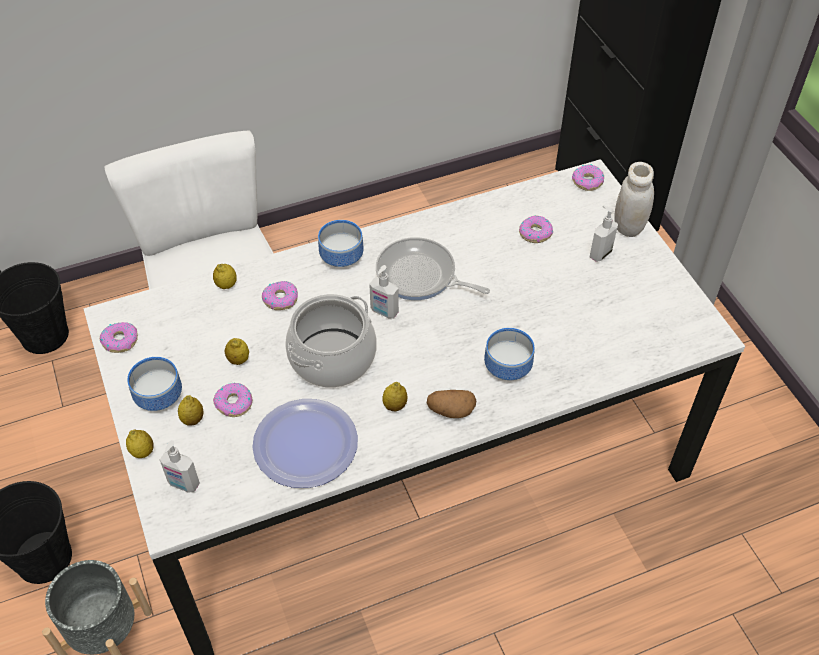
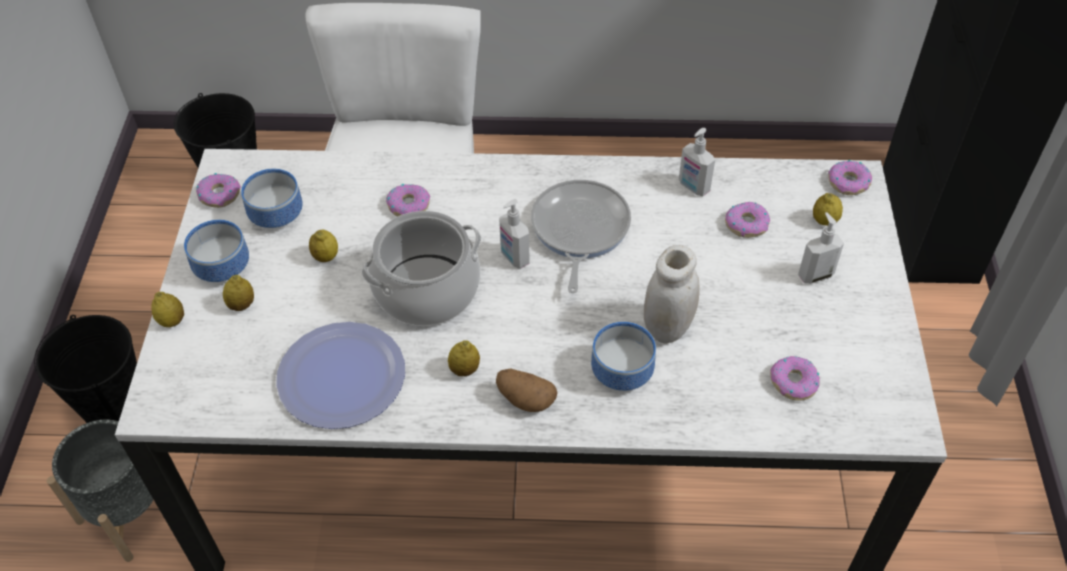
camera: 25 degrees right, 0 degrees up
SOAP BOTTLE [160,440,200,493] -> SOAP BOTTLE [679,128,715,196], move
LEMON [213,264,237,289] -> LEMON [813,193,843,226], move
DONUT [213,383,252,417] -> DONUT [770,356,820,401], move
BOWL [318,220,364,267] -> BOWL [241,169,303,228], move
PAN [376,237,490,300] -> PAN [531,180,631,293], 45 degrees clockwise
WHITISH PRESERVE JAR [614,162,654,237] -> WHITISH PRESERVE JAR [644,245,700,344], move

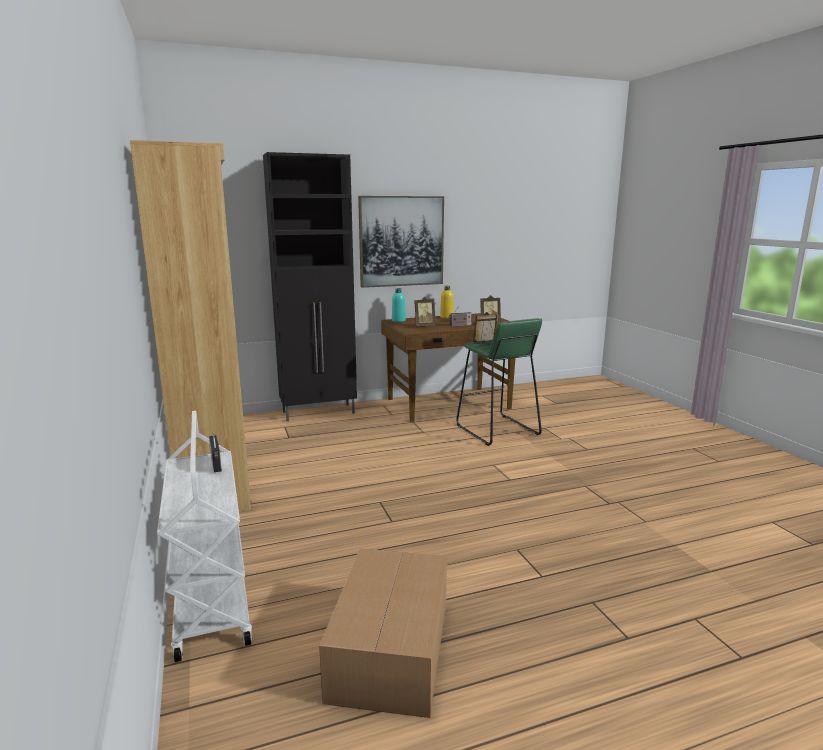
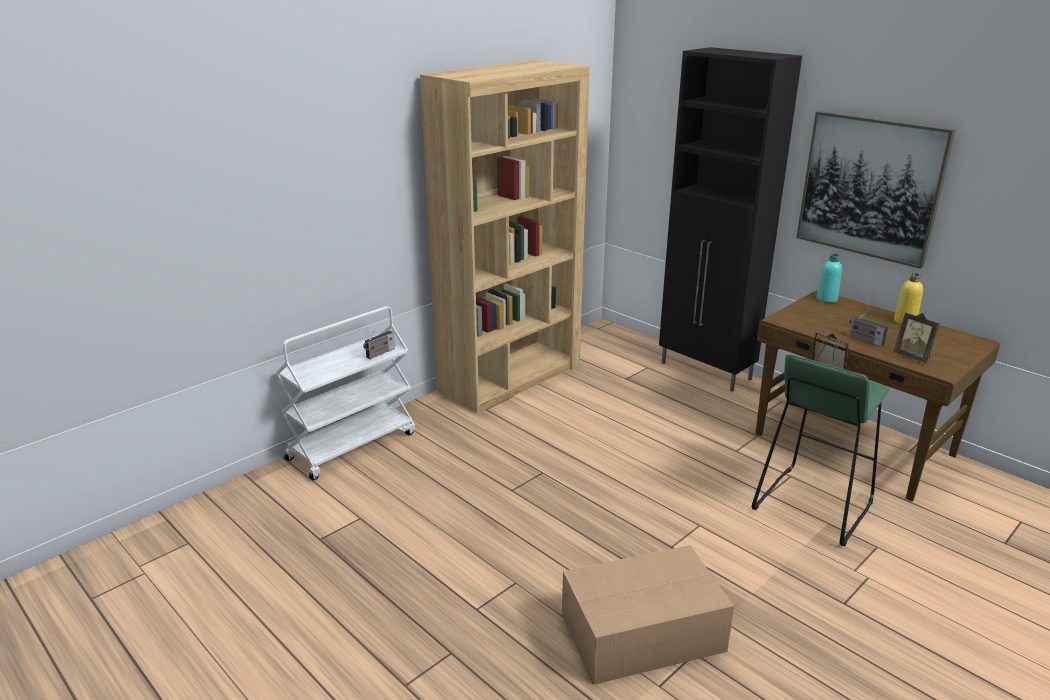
camera: 65 degrees right, 10 degrees up
CARTON [319,549,447,718] -> CARTON [562,545,734,685], move
STANDING FRAME [414,297,436,326] -> none

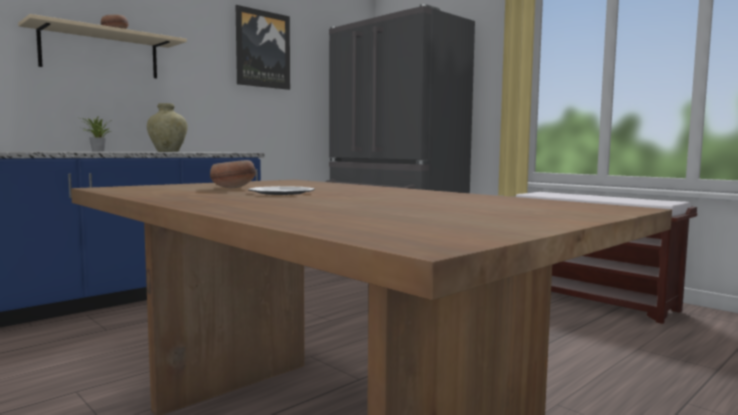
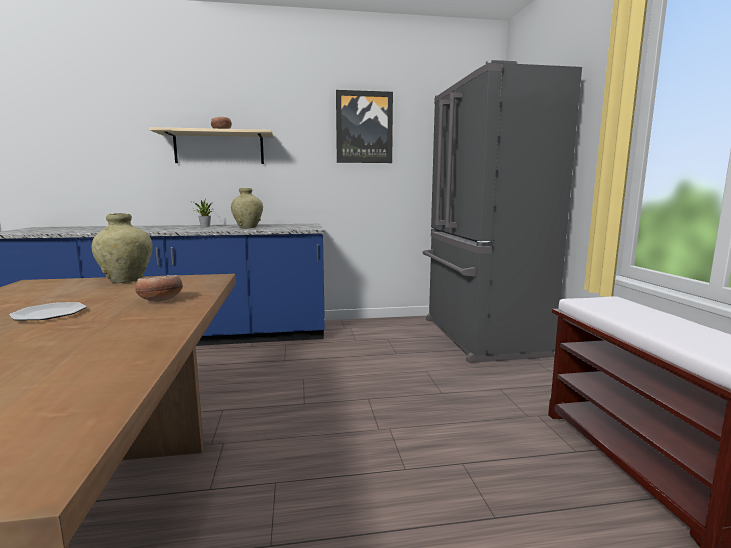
camera: 35 degrees right, 5 degrees up
BOWL [210,160,256,188] -> BOWL [136,275,183,302], move
none -> BEIGE-COLOURED DECORATIVE VASE [92,213,153,283]

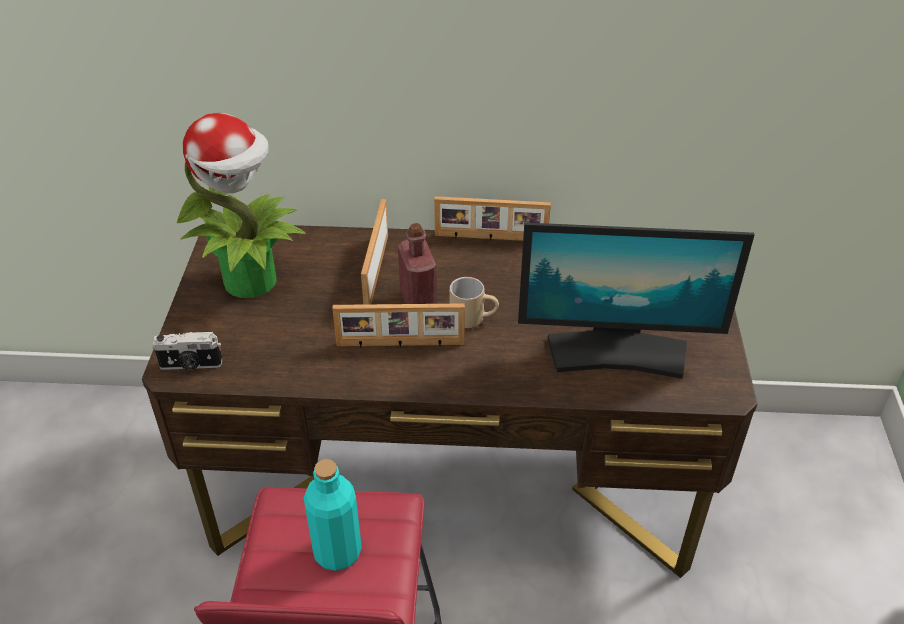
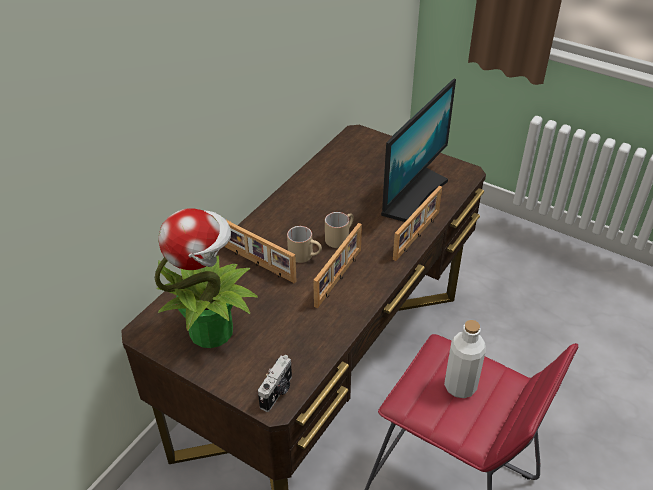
camera: 60 degrees left, 0 degrees up
TURQUOISE-COLOURED BOTTLE [304,459,362,571] -> WHITISH BOTTLE [444,320,486,398]
RED-COLOURED BOTTLE [398,223,437,304] -> BEIGE-COLOURED COFFEE MUG [287,226,322,263]
STANDING FRAME [434,196,551,241] -> STANDING FRAME [393,186,442,261], move

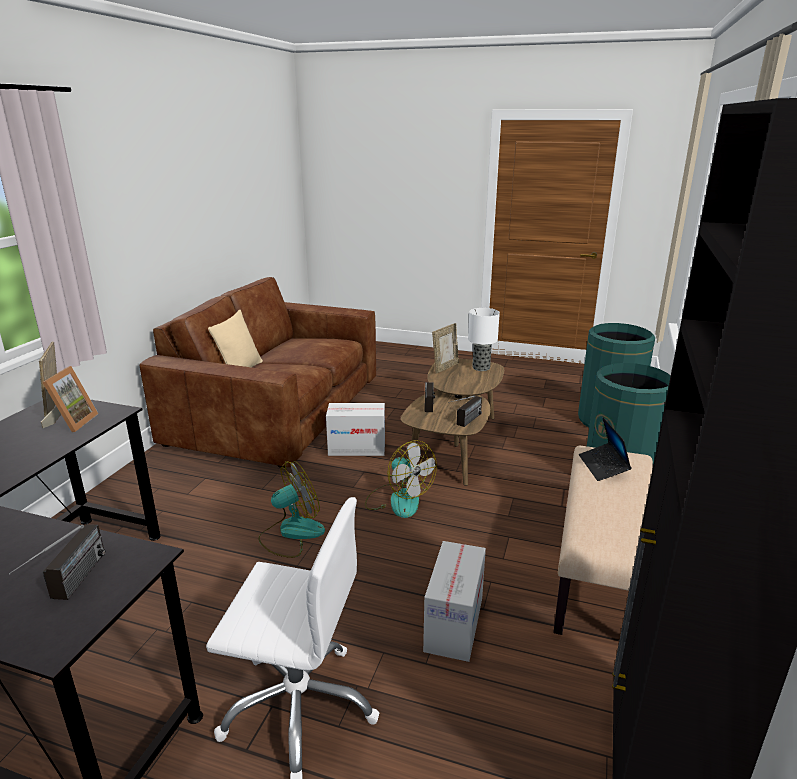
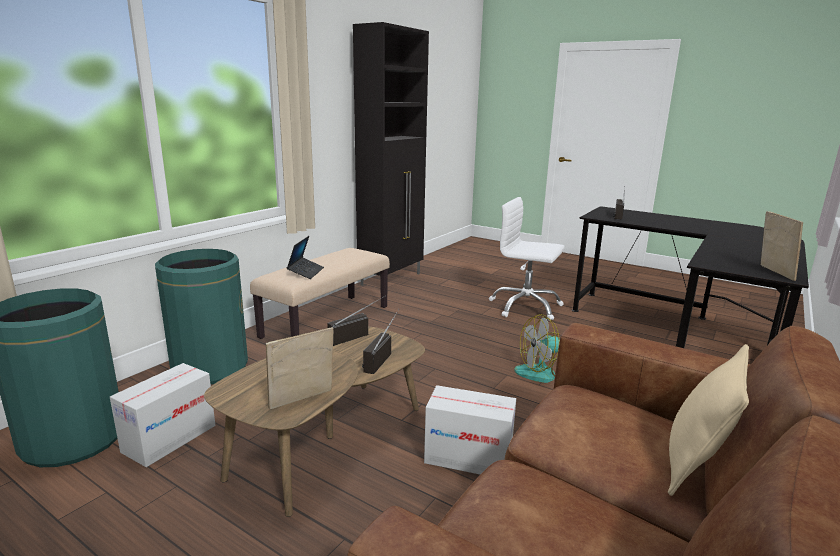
camera: 165 degrees left, 5 degrees down
STANDING FRAME [41,366,98,432] -> none
ELECTRIC FAN [365,440,437,518] -> none
CARTON [423,541,486,662] -> CARTON [110,363,215,467], move
TABLETOP LAMP [468,308,500,371] -> none

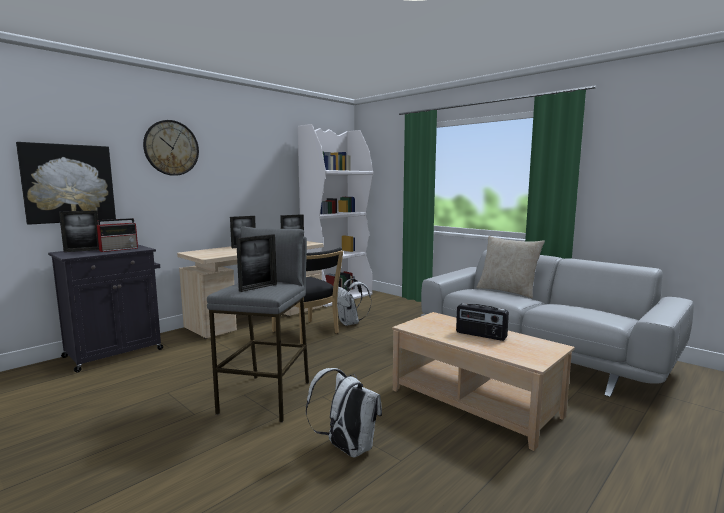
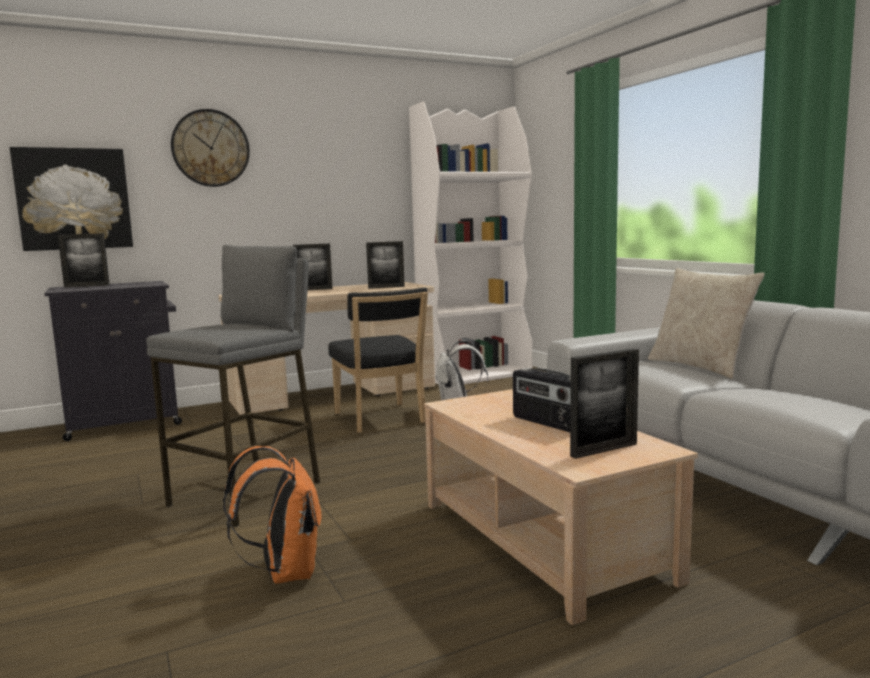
camera: 20 degrees right, 0 degrees up
RADIO RECEIVER [97,218,138,252] -> none
STANDING FRAME [236,234,277,292] -> STANDING FRAME [570,348,639,459], move
WHITISH KNAPSACK [306,368,382,458] -> ORANGE KNAPSACK [223,446,321,584]

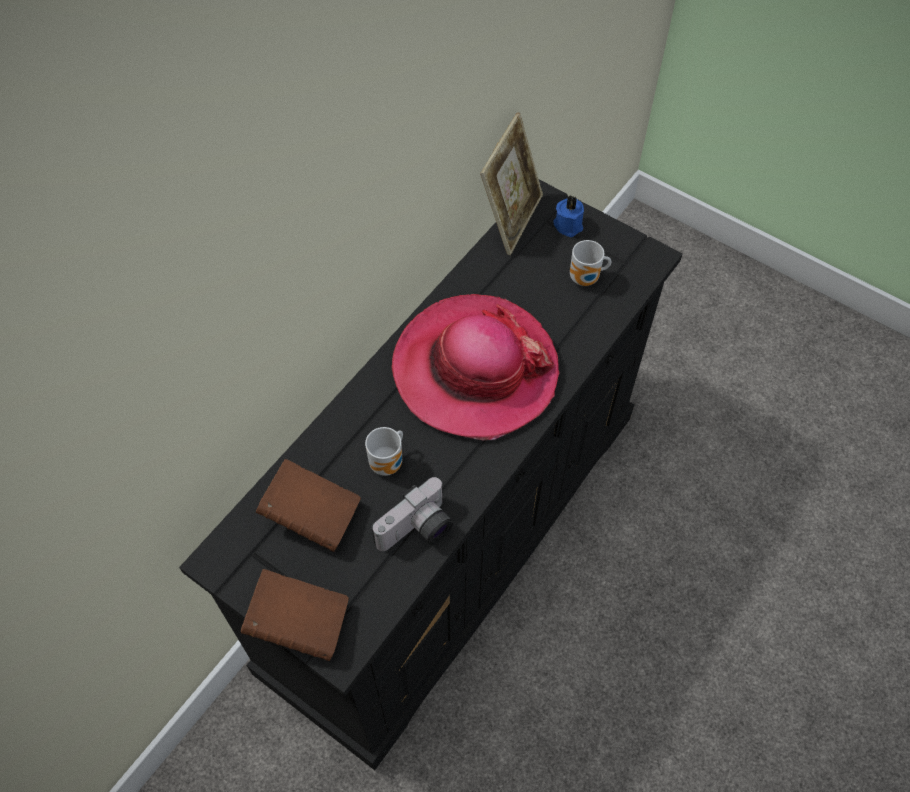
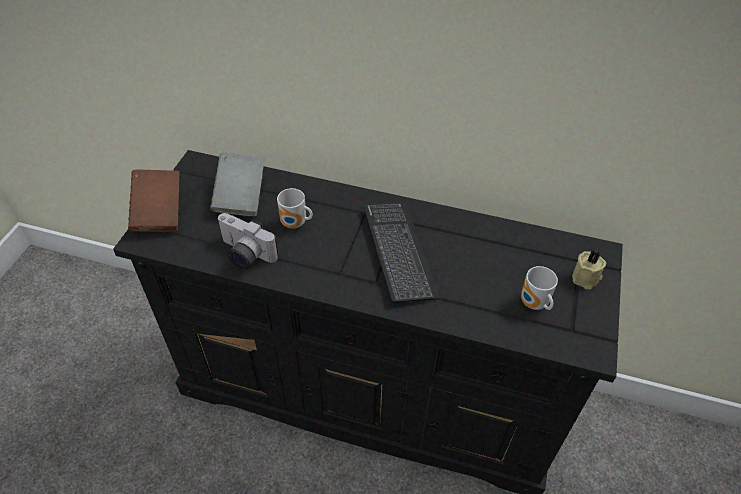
camera: 70 degrees right, 10 degrees down
BROWN BOOK [256,459,361,552] -> GREY BOOK [210,152,265,216]
WEARABLE HAT [391,294,559,440] -> COMPUTER KEYBOARD [364,203,440,303]
STANDING FRAME [480,112,543,255] -> none
BLUE WAX LIGHT [553,196,584,237] -> BEIGE-COLOURED WAX LIGHT [572,251,606,290]

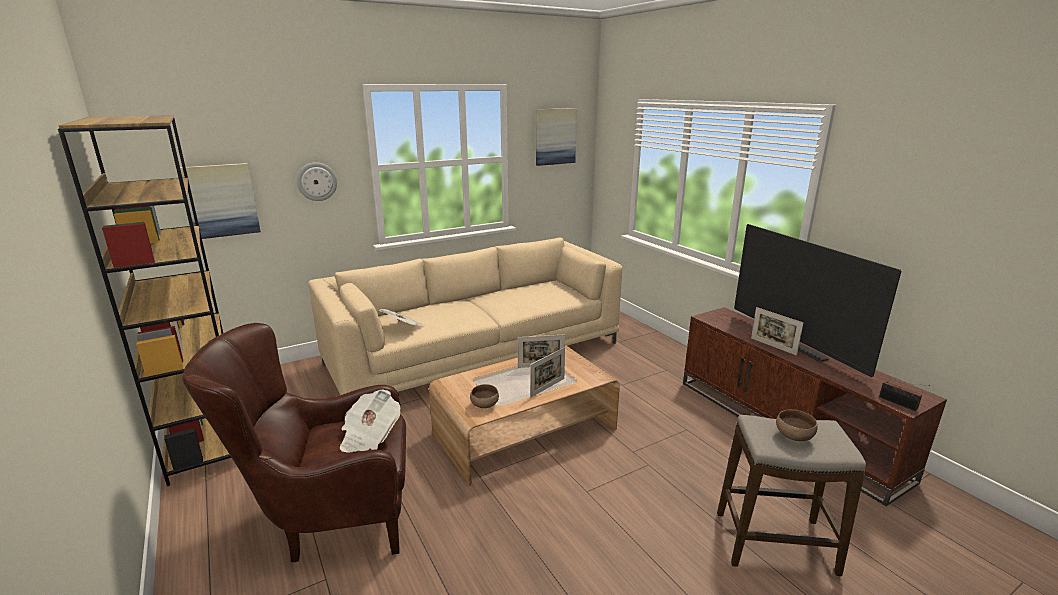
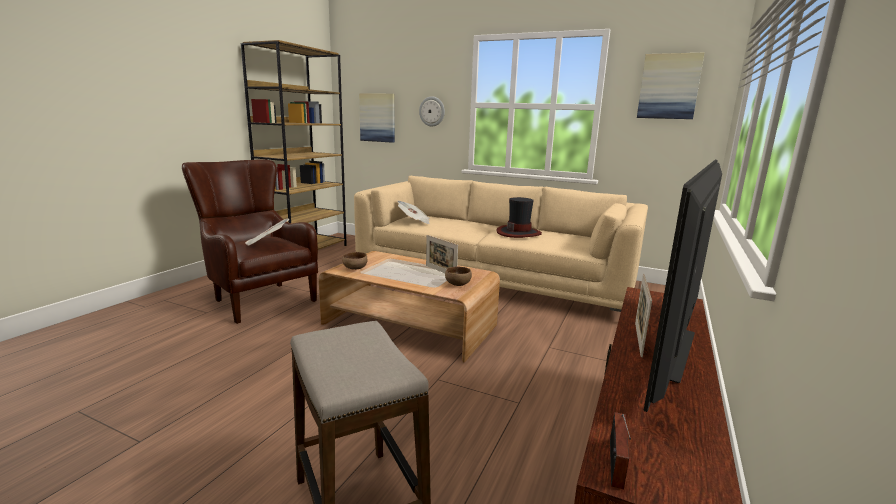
camera: 55 degrees right, 5 degrees down
STANDING FRAME [530,347,565,398] -> none
BROWN BOWL [776,409,818,441] -> BROWN BOWL [445,266,472,286], move
none -> WEARABLE HAT [496,197,542,238]

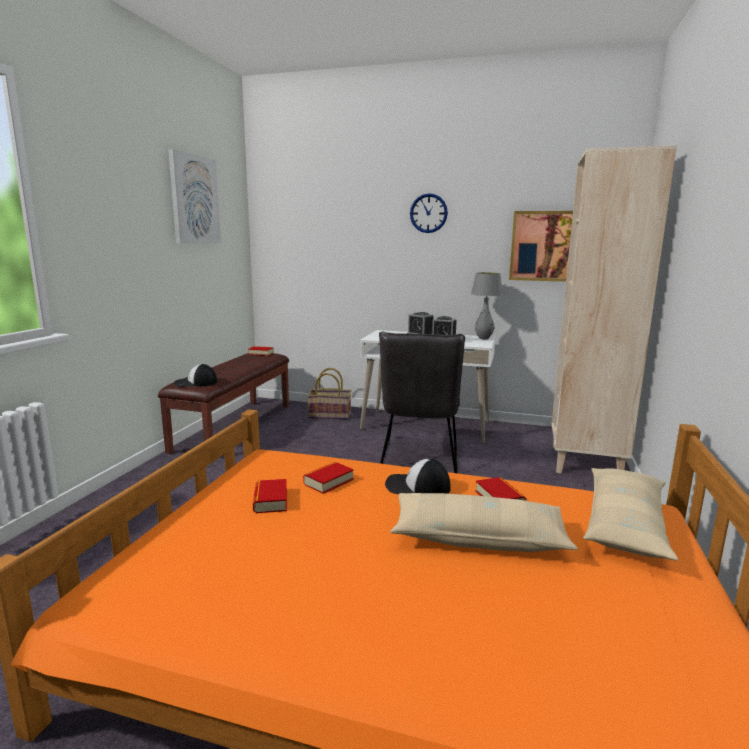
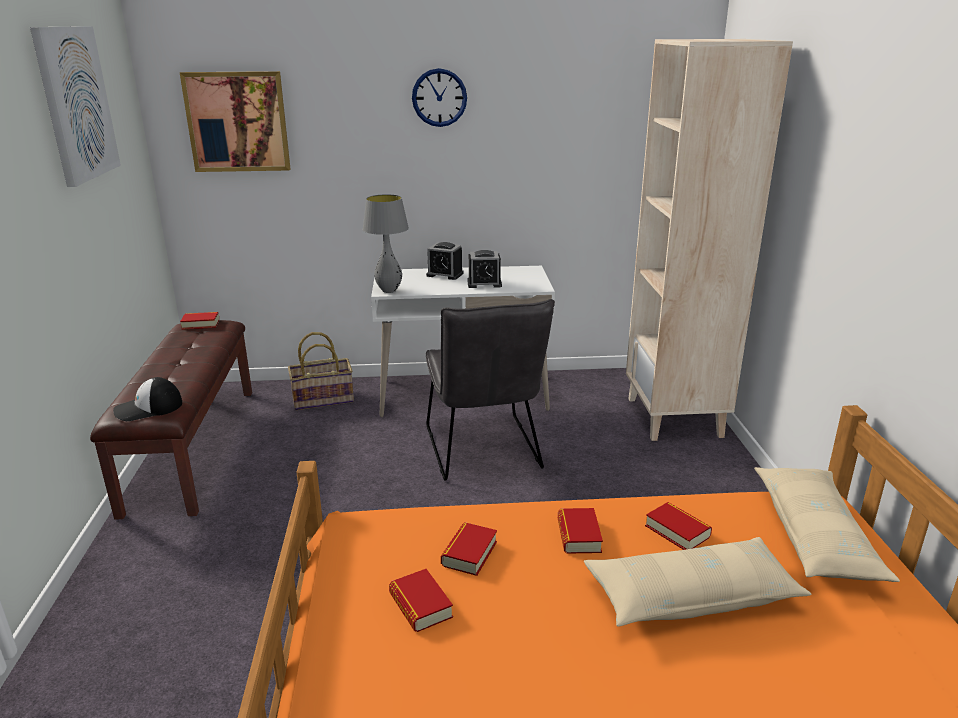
camera: 20 degrees left, 10 degrees up
CAP [385,459,450,494] -> BOOK [558,508,603,554]
GREY TABLETOP LAMP [471,272,503,339] -> GREY TABLETOP LAMP [363,194,409,293], move
PICTURE [509,211,573,282] -> PICTURE [180,71,290,172], move

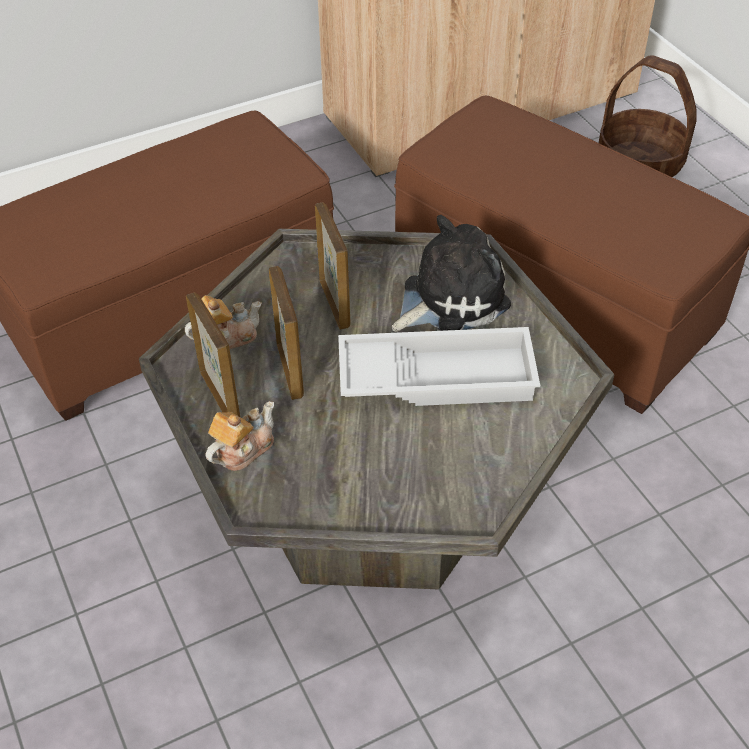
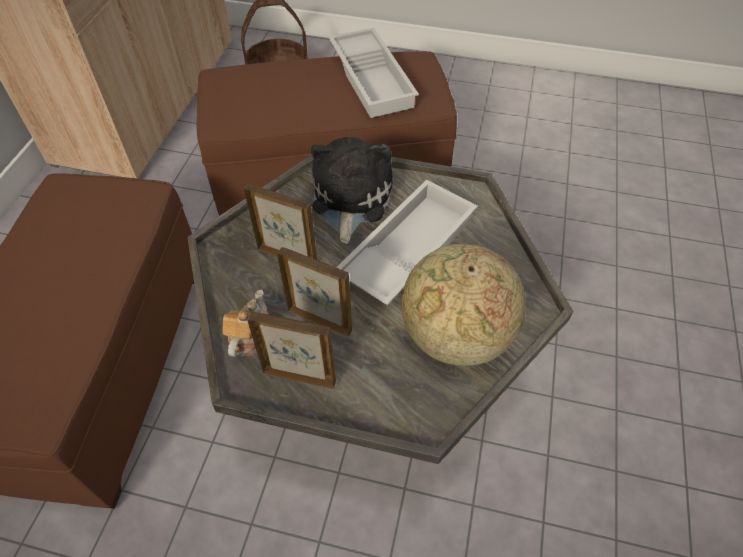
camera: 50 degrees left, 5 degrees up
TEAPOT [205,401,274,471] -> none
none -> WHITISH SERVING TRAY [329,28,419,118]
none -> DESK GLOBE [402,244,526,366]

